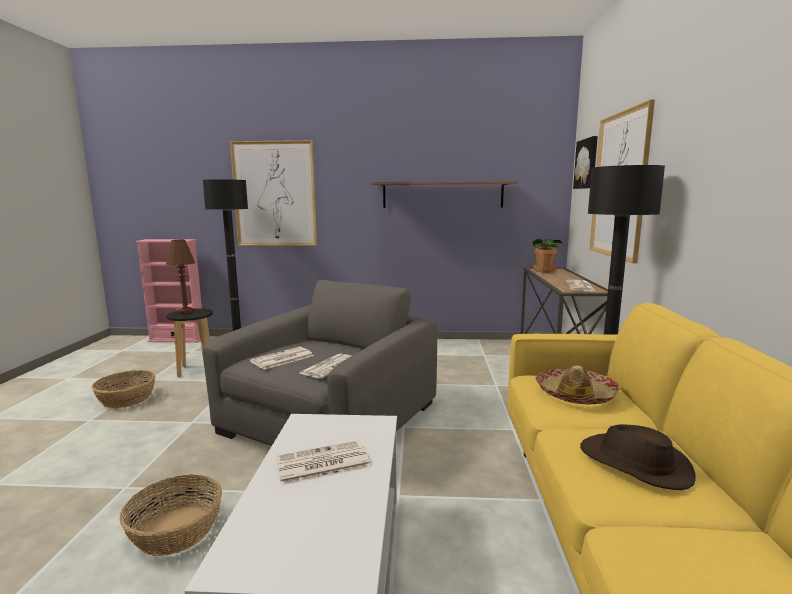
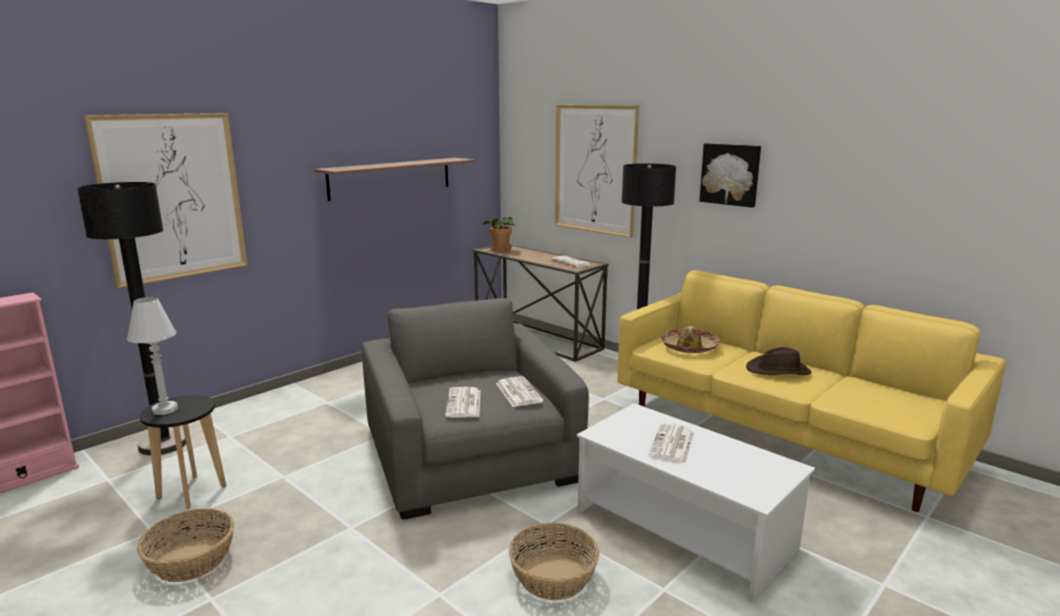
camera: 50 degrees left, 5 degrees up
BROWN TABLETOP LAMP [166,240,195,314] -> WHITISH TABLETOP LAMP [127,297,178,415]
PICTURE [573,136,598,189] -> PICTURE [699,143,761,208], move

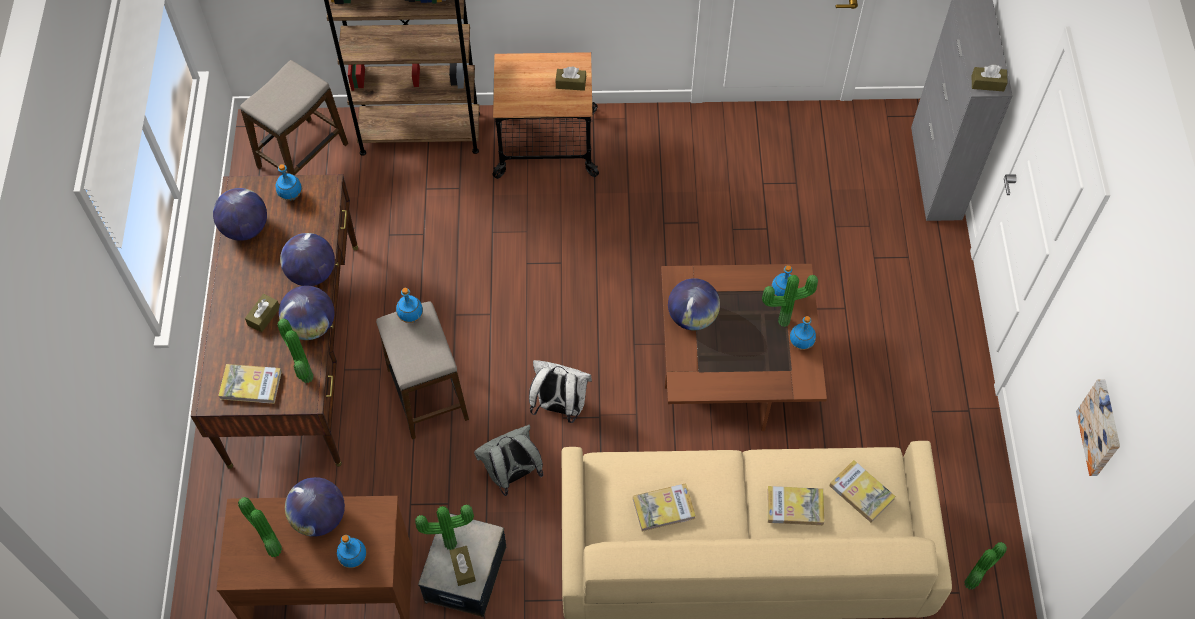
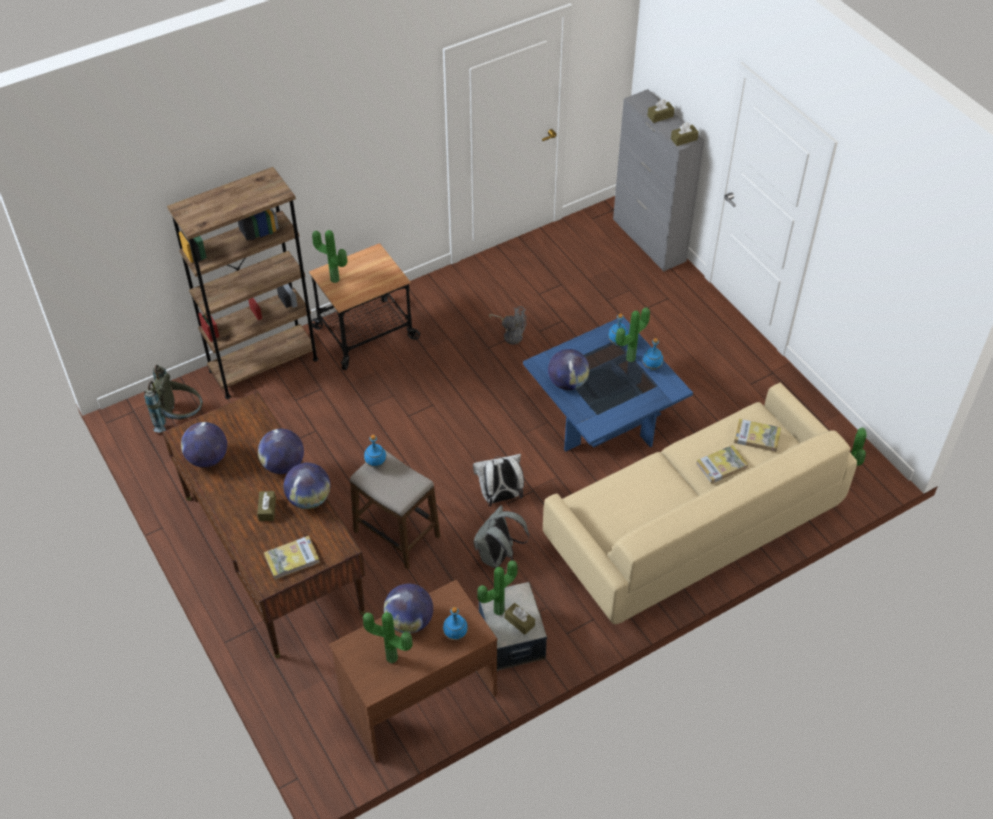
camera: 30 degrees left, 10 degrees down
SITTING STOOL [240,60,348,175] -> GREY KNAPSACK [144,365,203,433]
BLUE BOTTLE [276,164,302,201] -> none
PLANT IN A POT [278,319,313,383] -> PLANT IN A POT [312,230,347,283], move
BROWN TISSUE HOLDER [555,67,586,91] -> BROWN TISSUE HOLDER [647,99,675,123], move
BOOK [633,483,696,532] -> none
BROWN LOW TABLE [661,264,827,431] -> BLUE LOW TABLE [523,318,693,452]
PICTURE [1076,379,1120,476] -> none
none -> GREY ELECTRIC FAN [489,306,526,345]

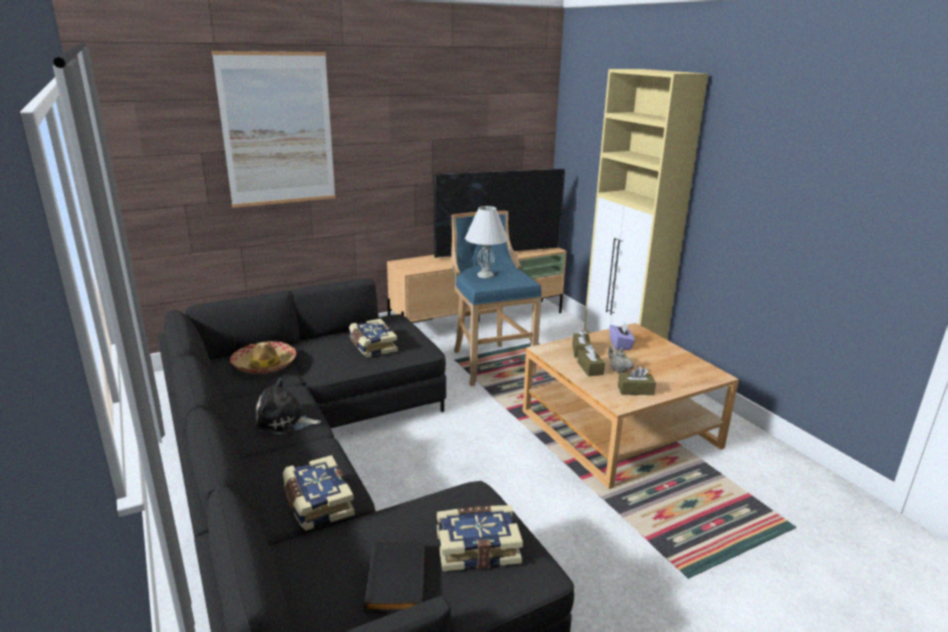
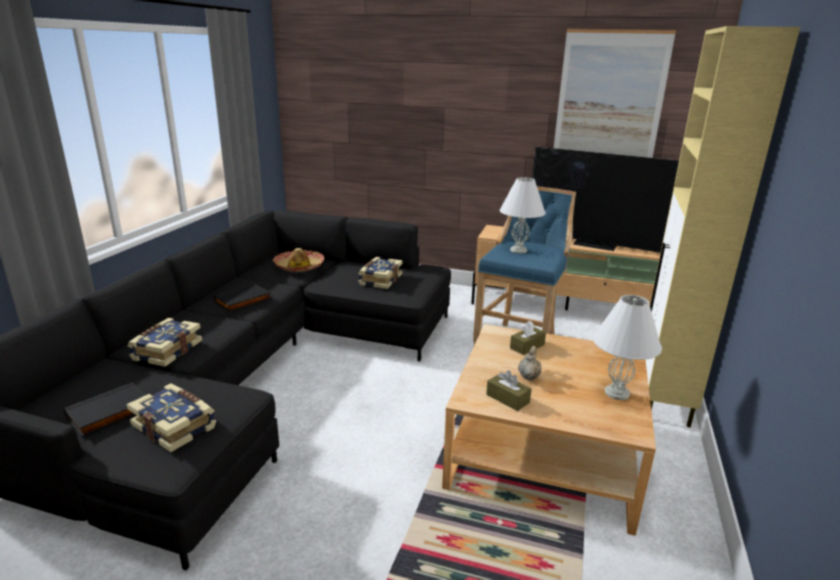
camera: 45 degrees right, 0 degrees up
PICTURE [212,51,336,208] -> PICTURE [554,29,676,158], move
CUDDLY TOY [255,378,321,434] -> BLACK-COLOURED BOOK [214,284,272,312]
BROWN TISSUE HOLDER [577,345,605,376] -> none
PURPLE-COLOURED TISSUE HOLDER [610,323,635,350] -> none
none -> WHITISH TABLETOP LAMP [593,295,662,400]

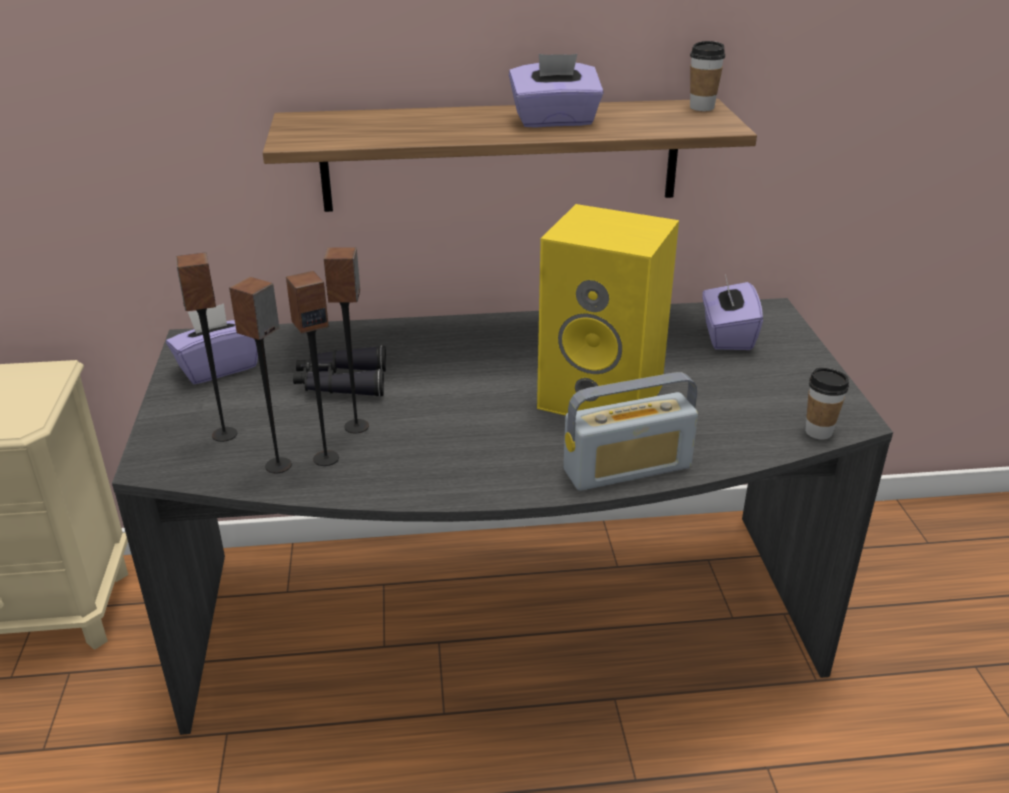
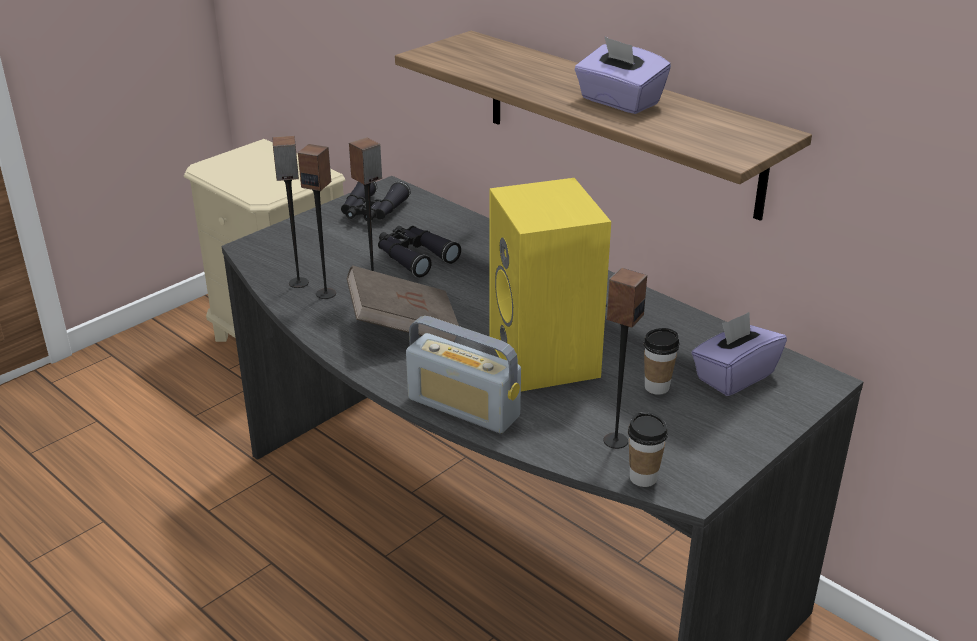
camera: 50 degrees right, 0 degrees up
PURPLE-COLOURED TISSUE HOLDER [166,303,258,384] -> BLACK-COLOURED PAIR OF BINOCULARS [341,181,411,221]
LOUDSPEAKER [176,252,237,442] -> LOUDSPEAKER [604,268,647,449], move
CUP [690,41,725,111] -> CUP [643,328,679,395], move
none -> BROWN BOOK [347,265,459,342]

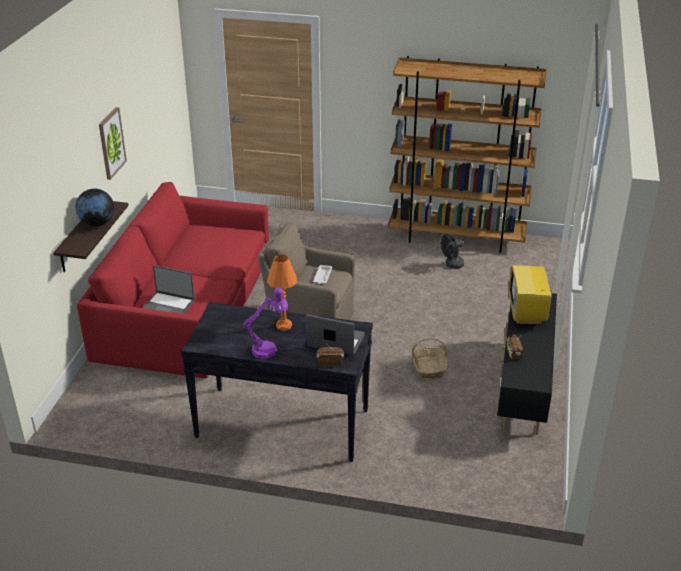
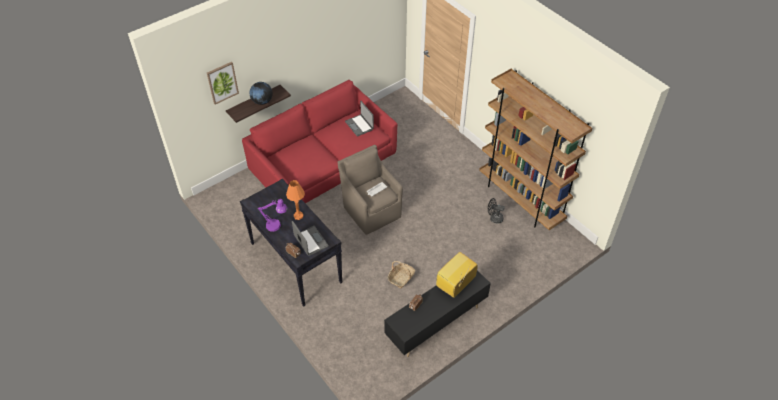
camera: 40 degrees right, 15 degrees up
PICTURE [99,107,127,180] -> PICTURE [207,62,239,105], move
NOTEBOOK COMPUTER [142,265,195,314] -> NOTEBOOK COMPUTER [345,101,374,137], move

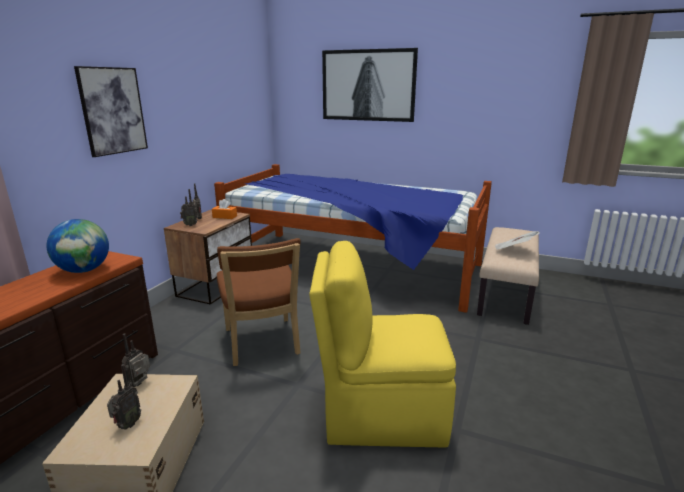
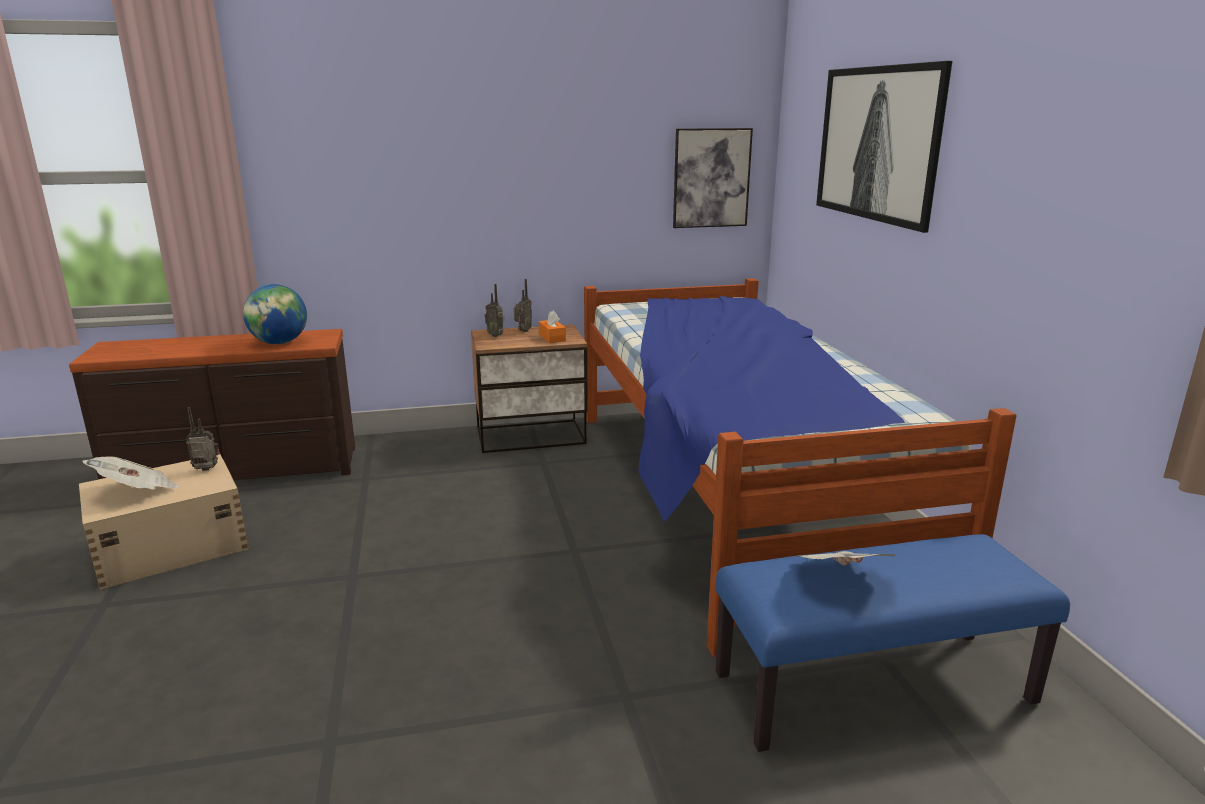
camera: 55 degrees right, 0 degrees up
PICTURE [74,66,148,157] -> PICTURE [673,128,753,228], move
RADIO RECEIVER [107,364,141,429] -> NEWSPAPER [82,457,181,490]
BROWN CHAIR [217,238,301,366] -> none
YELLOW CHAIR [309,241,456,448] -> none
BEIGE-COLOURED INDOOR BENCH [477,227,539,325] -> BLUE INDOOR BENCH [716,534,1070,752]

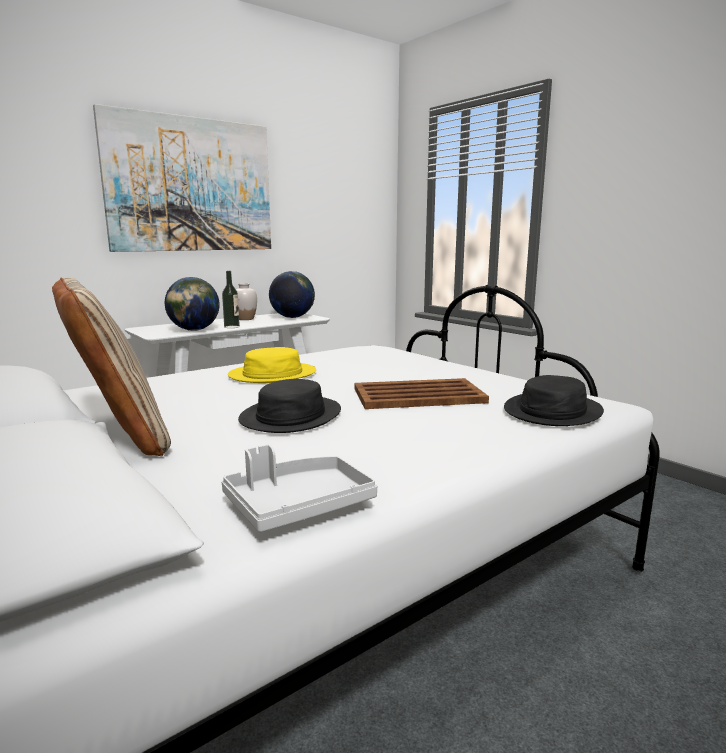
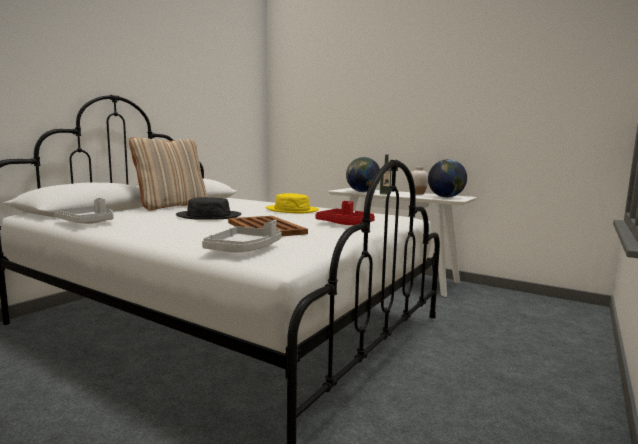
camera: 70 degrees right, 5 degrees down
PICTURE [93,104,271,252] -> none
BLACK-COLOURED WEARABLE HAT [504,375,604,426] -> GREY SERVING TRAY [202,220,282,252]
none -> RED-COLOURED SERVING TRAY [316,201,375,225]

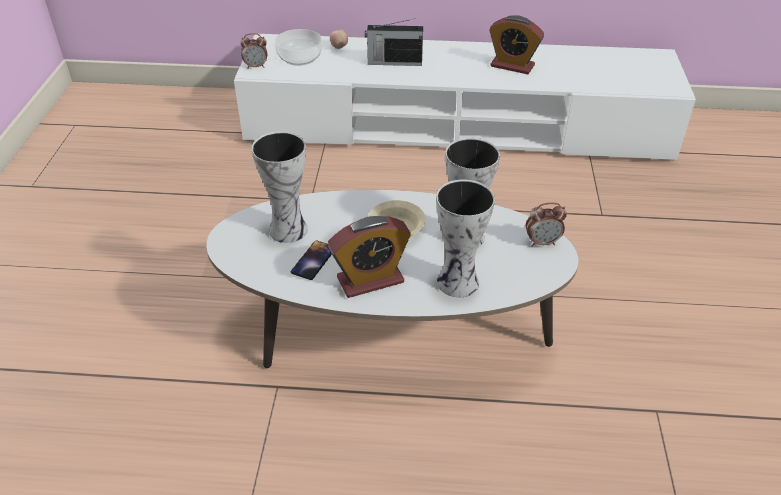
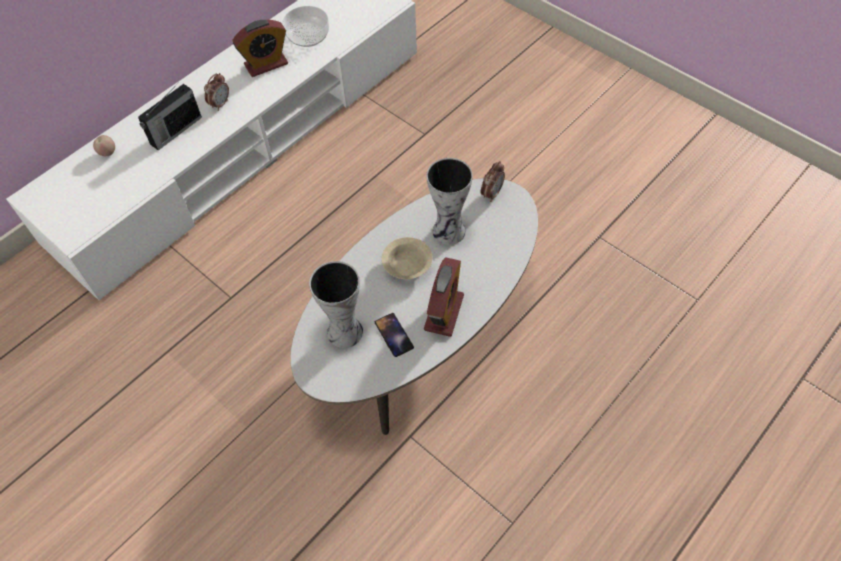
camera: 50 degrees left, 15 degrees up
ALARM CLOCK [240,33,267,69] -> ALARM CLOCK [204,73,229,111], move
BOWL [275,29,322,66] -> BOWL [283,6,329,47], move
DECORATIVE VASE [436,179,495,298] -> none

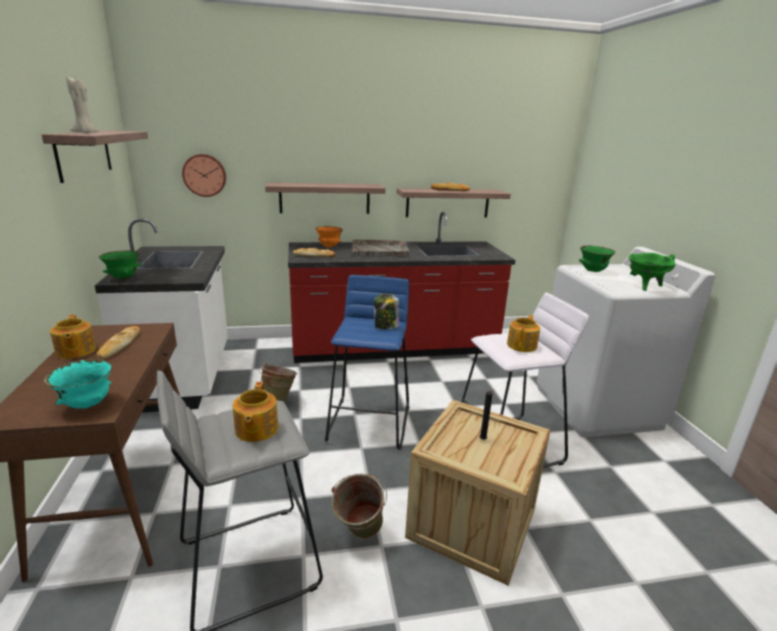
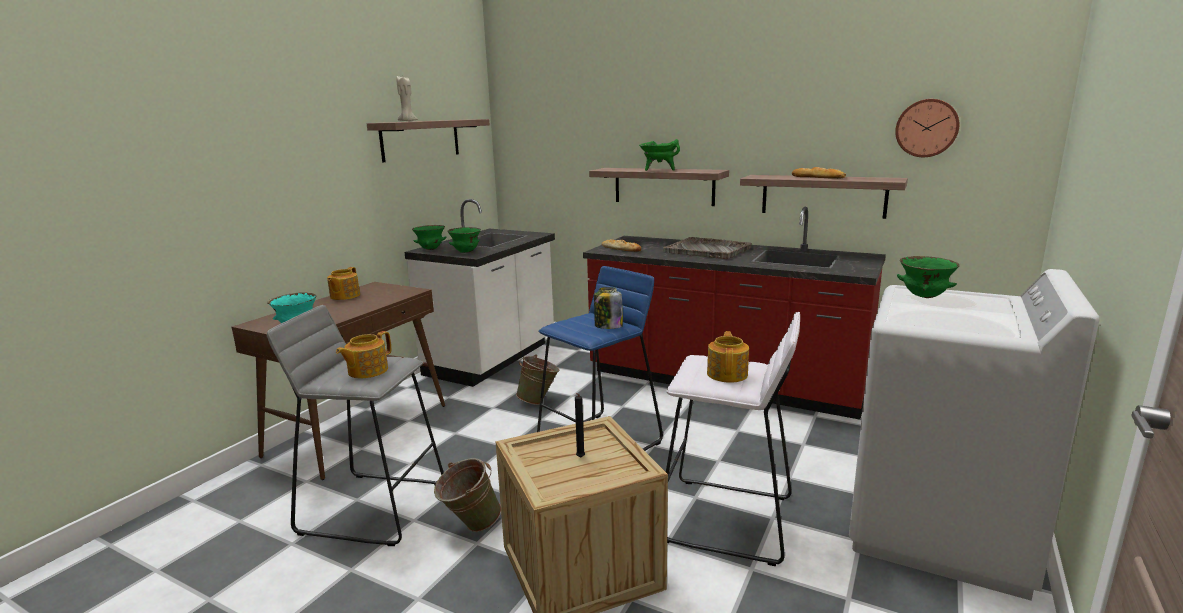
camera: 40 degrees right, 5 degrees down
BAKERY BREAD [96,326,140,359] -> none
WALL CLOCK [182,154,226,197] -> WALL CLOCK [895,99,960,157], move
ORANGE BOWL [316,226,343,247] -> none
TEAPOT [507,315,540,352] -> TEAPOT [707,331,749,382], 60 degrees counterclockwise
GREEN-COLOURED COOKING POT [629,253,675,291] -> GREEN-COLOURED COOKING POT [639,139,680,171], move
none -> GREEN-COLOURED BOWL [447,227,481,253]

